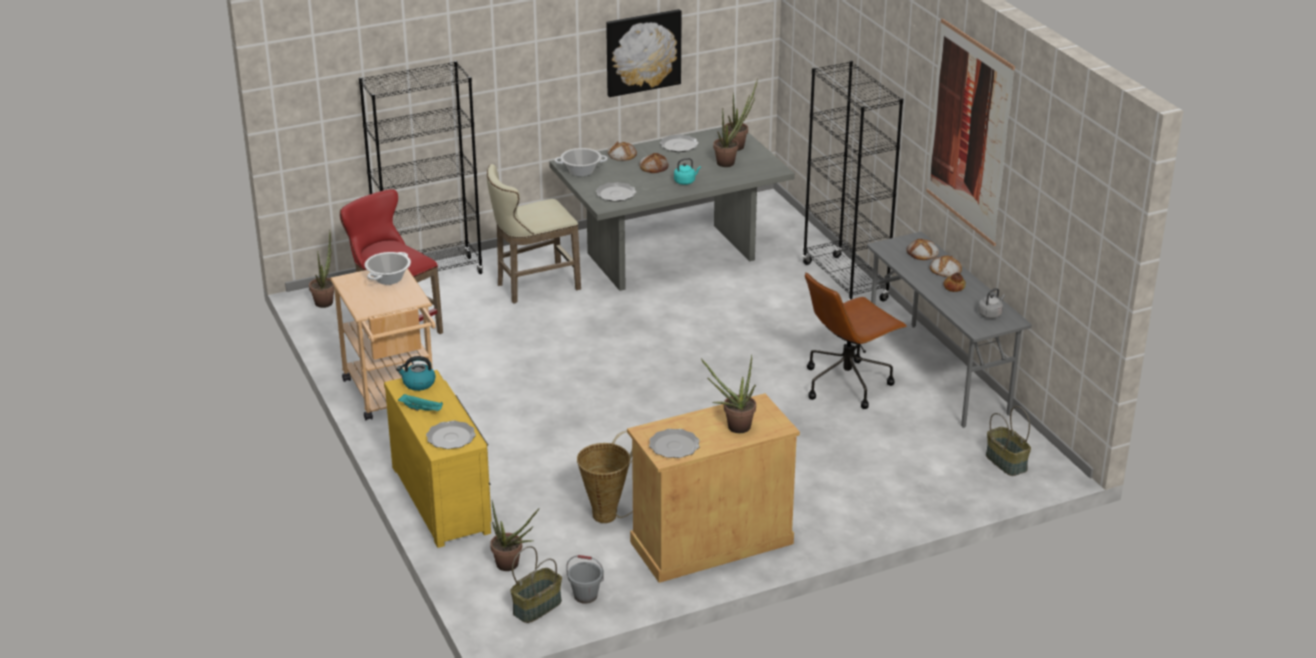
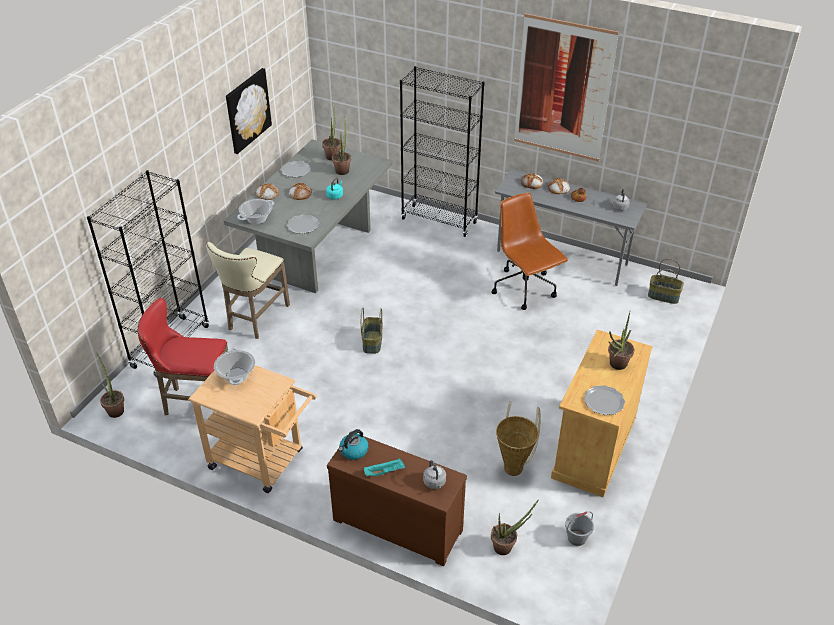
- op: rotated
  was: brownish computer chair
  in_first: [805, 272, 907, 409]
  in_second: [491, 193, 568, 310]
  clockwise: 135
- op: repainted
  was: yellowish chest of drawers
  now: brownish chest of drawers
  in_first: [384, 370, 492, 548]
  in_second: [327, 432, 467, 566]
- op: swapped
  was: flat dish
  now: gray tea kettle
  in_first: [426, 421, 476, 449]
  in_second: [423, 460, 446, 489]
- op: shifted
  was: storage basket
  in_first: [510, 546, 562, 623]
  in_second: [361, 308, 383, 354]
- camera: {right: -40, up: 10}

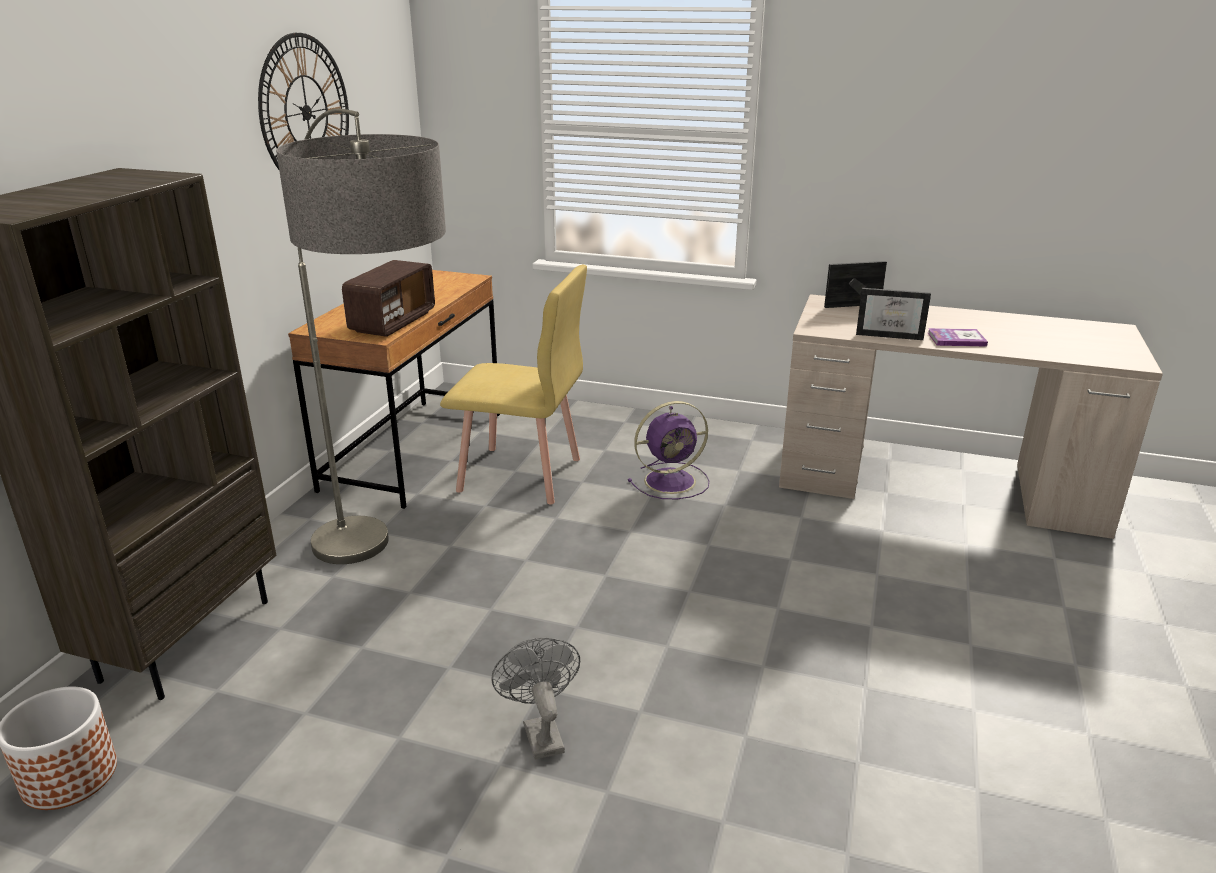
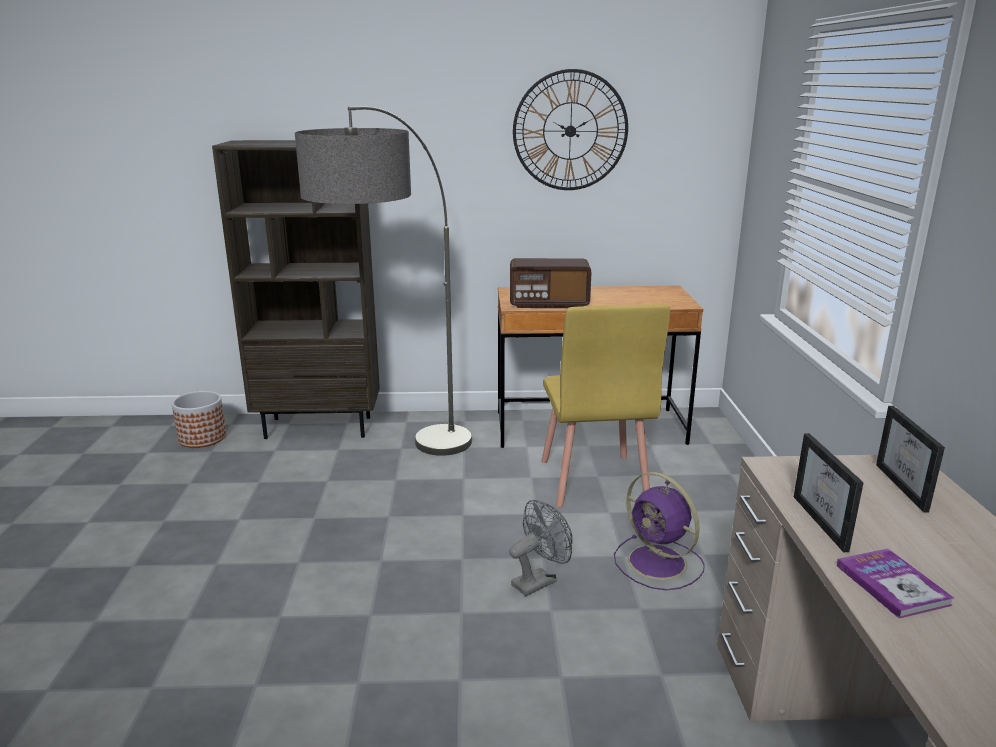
- op: rotated
  was: standing frame
  in_first: [824, 261, 887, 308]
  in_second: [876, 406, 945, 513]
  clockwise: -150
- op: shifted
  was: gray fan
  in_first: [491, 638, 580, 760]
  in_second: [509, 500, 573, 596]
- camera: {right: 70, up: -5}

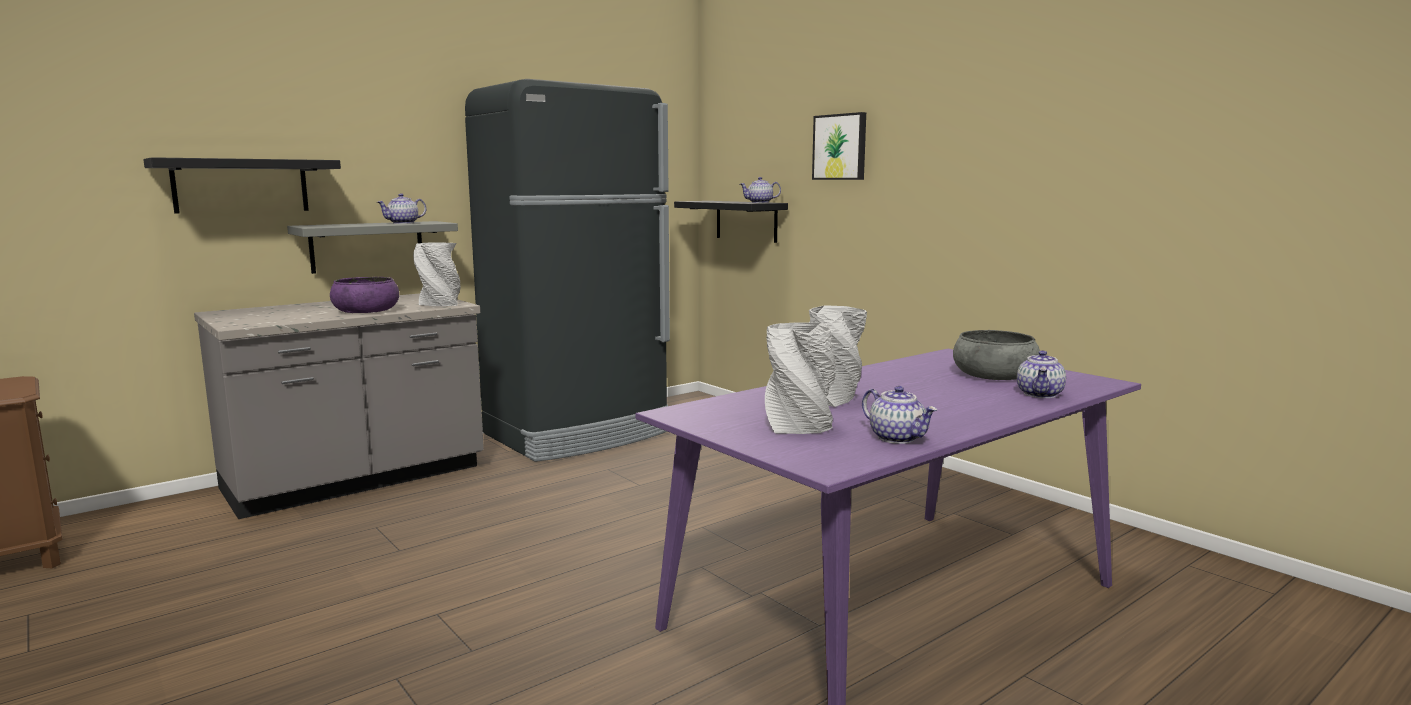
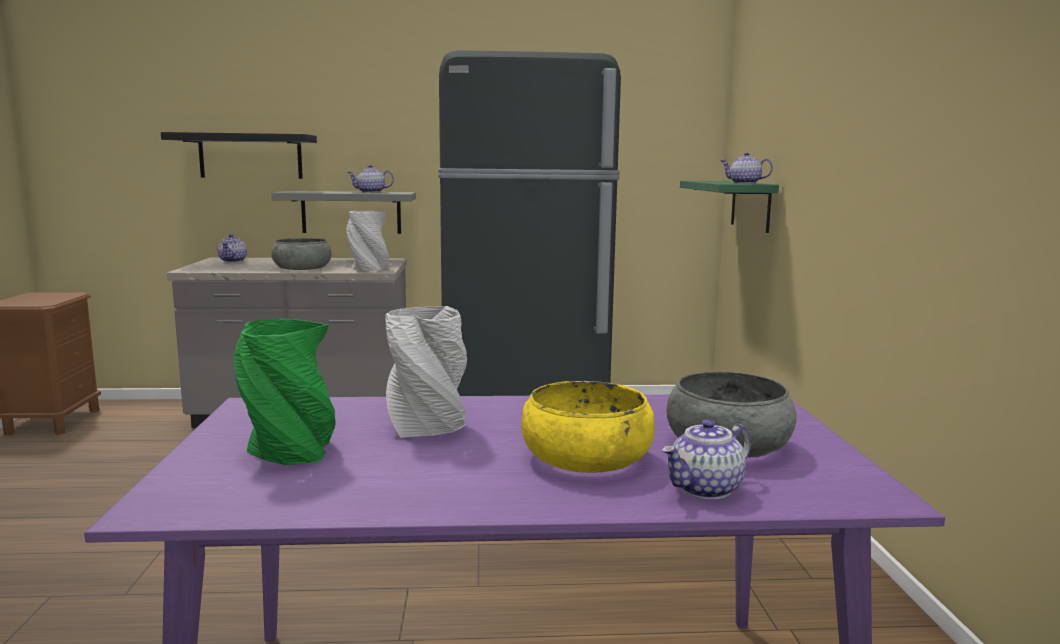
- op: gone
  was: wall art
  in_first: [812, 112, 866, 180]
- op: repainted
  was: black-coloured wall shelf
  now: green-coloured wall shelf
  in_first: [674, 201, 788, 243]
  in_second: [680, 181, 779, 233]
- op: repainted
  was: purple deep dish
  now: gray deep dish
  in_first: [330, 277, 399, 313]
  in_second: [271, 238, 332, 270]
- op: repainted
  was: gray vase
  now: green-coloured vase
  in_first: [765, 323, 836, 434]
  in_second: [233, 319, 336, 465]
- op: shifted
  was: pot for tea
  in_first: [862, 386, 937, 444]
  in_second: [218, 234, 247, 262]
- op: new
  now: yellowish deep dish
  in_second: [521, 381, 655, 473]
- camera: {right: 35, up: 0}

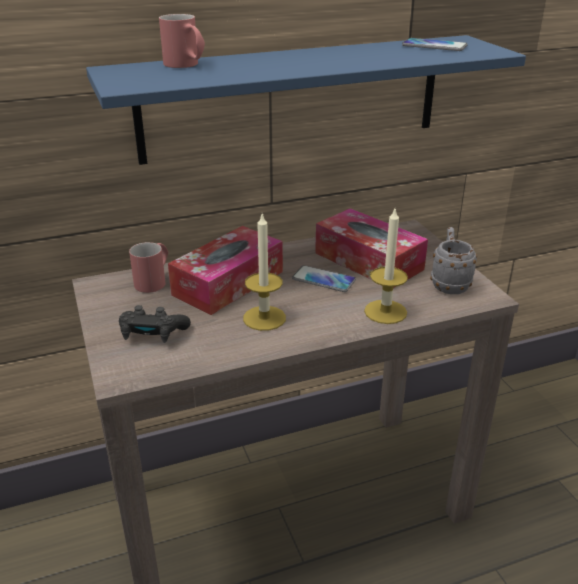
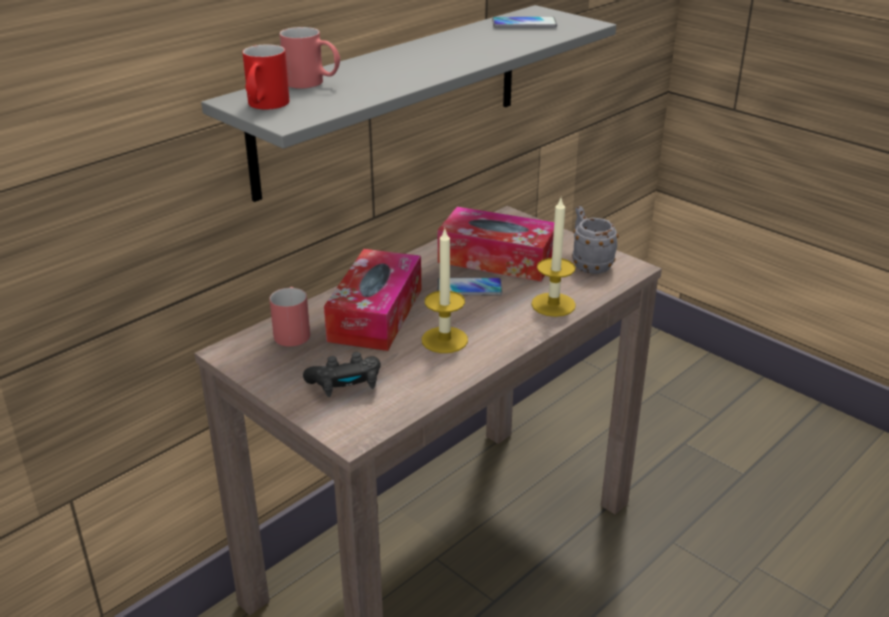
- op: repainted
  was: blue-coloured wall shelf
  now: gray wall shelf
  in_first: [86, 35, 526, 165]
  in_second: [201, 5, 616, 202]
- op: new
  now: red-coloured mug
  in_second: [243, 44, 290, 109]
- camera: {right: -25, up: 0}

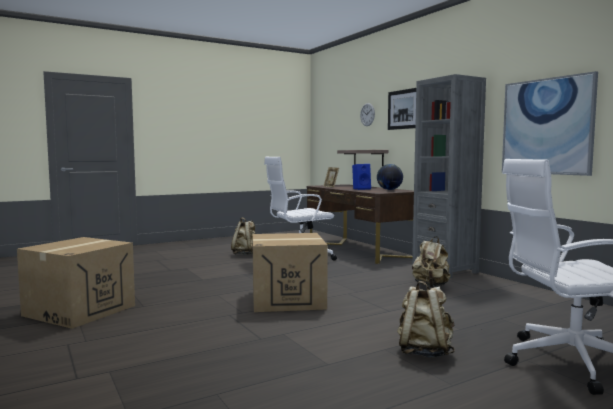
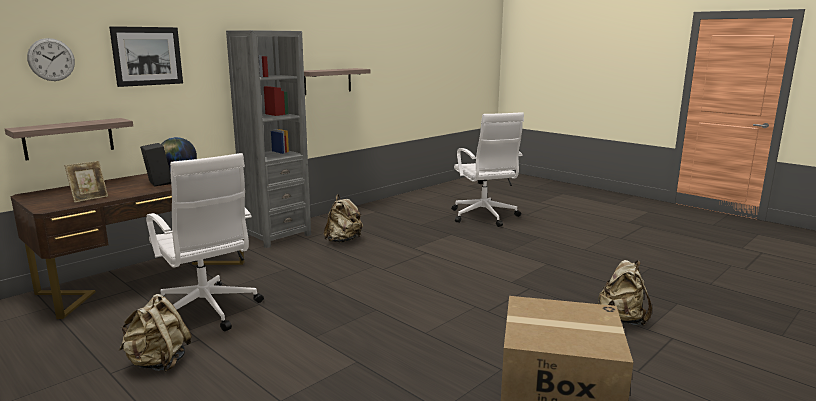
- op: swapped
  was: wall art
  now: wall shelf
  in_first: [502, 71, 598, 176]
  in_second: [304, 68, 370, 95]
- op: repainted
  was: blue-coloured loudspeaker
  now: black-coloured loudspeaker
  in_first: [352, 164, 371, 190]
  in_second: [140, 143, 171, 186]
- op: gone
  was: packing box
  in_first: [253, 233, 328, 312]
- op: shifted
  was: beige-coloured knapsack
  in_first: [397, 281, 455, 357]
  in_second: [598, 260, 652, 326]
- camera: {right: -105, up: 10}

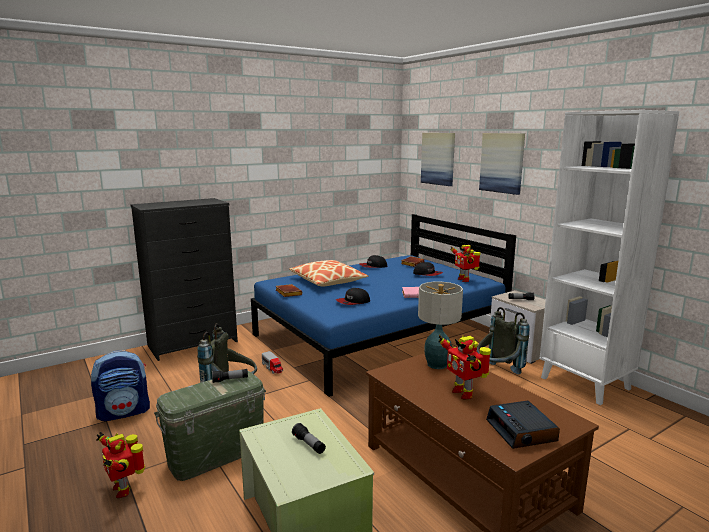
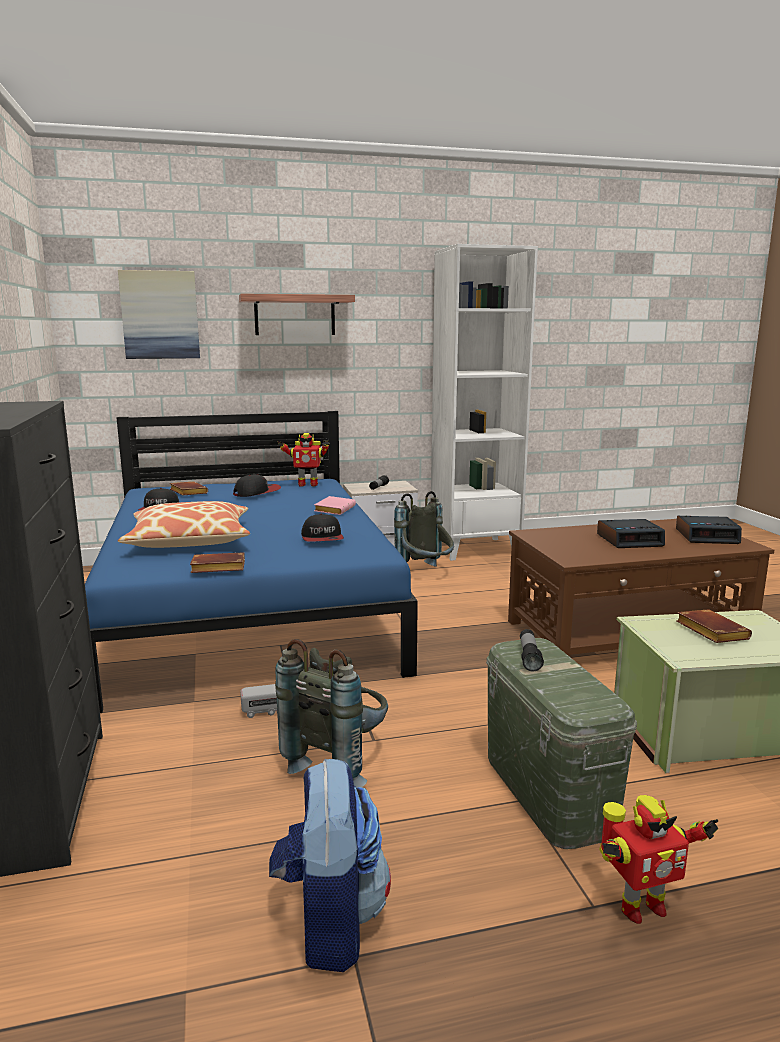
- op: swapped
  was: wall art
  now: wall shelf
  in_first: [479, 133, 525, 195]
  in_second: [239, 293, 355, 335]
- op: gone
  was: table lamp
  in_first: [418, 281, 463, 369]
- op: swapped
  was: robot figure
  now: alarm clock
  in_first: [438, 335, 491, 400]
  in_second: [597, 519, 665, 548]
- op: swapped
  was: hand torch
  now: brownish bound book
  in_first: [292, 423, 326, 454]
  in_second: [676, 609, 752, 643]
- camera: {right: -70, up: 0}

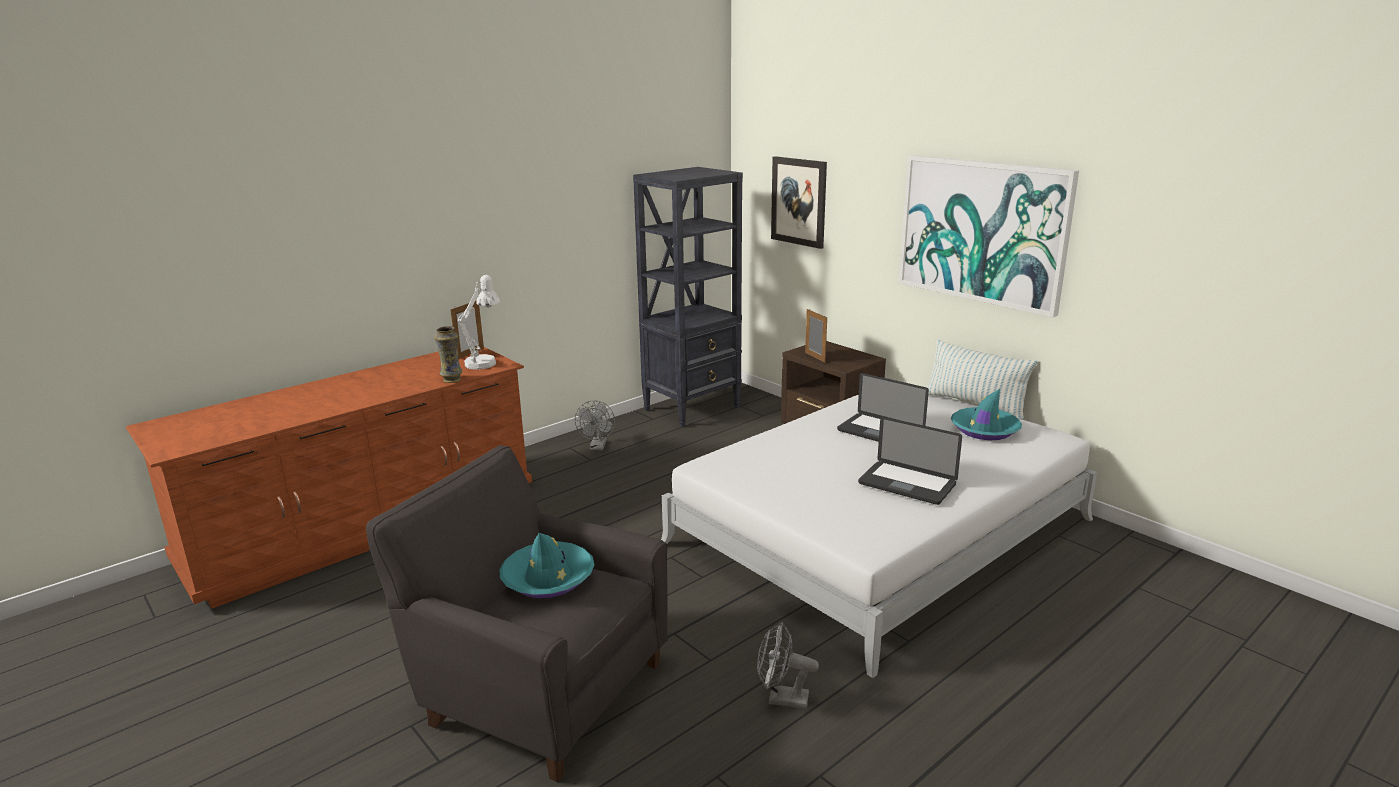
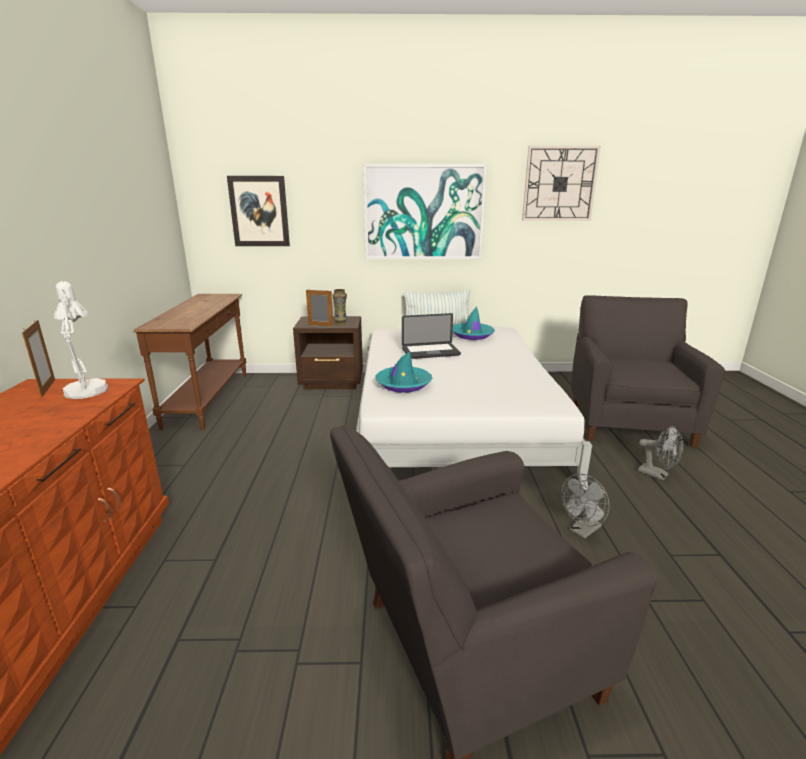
- op: swapped
  was: black-coloured bookcase
  now: brownish narrow table
  in_first: [633, 167, 743, 427]
  in_second: [133, 294, 246, 430]
- op: shifted
  was: vase
  in_first: [434, 326, 463, 383]
  in_second: [332, 289, 347, 325]
- op: shifted
  was: gray fan
  in_first: [575, 400, 615, 450]
  in_second: [638, 426, 684, 480]
- op: gone
  was: portable computer
  in_first: [858, 417, 962, 505]
- op: shifted
  was: turquoise wearable hat
  in_first: [499, 533, 595, 598]
  in_second: [375, 352, 432, 393]
- op: new
  now: clock on the wall
  in_second: [522, 146, 601, 221]
- op: new
  now: gray easy chair
  in_second: [571, 295, 726, 448]
- camera: {right: -50, up: 0}

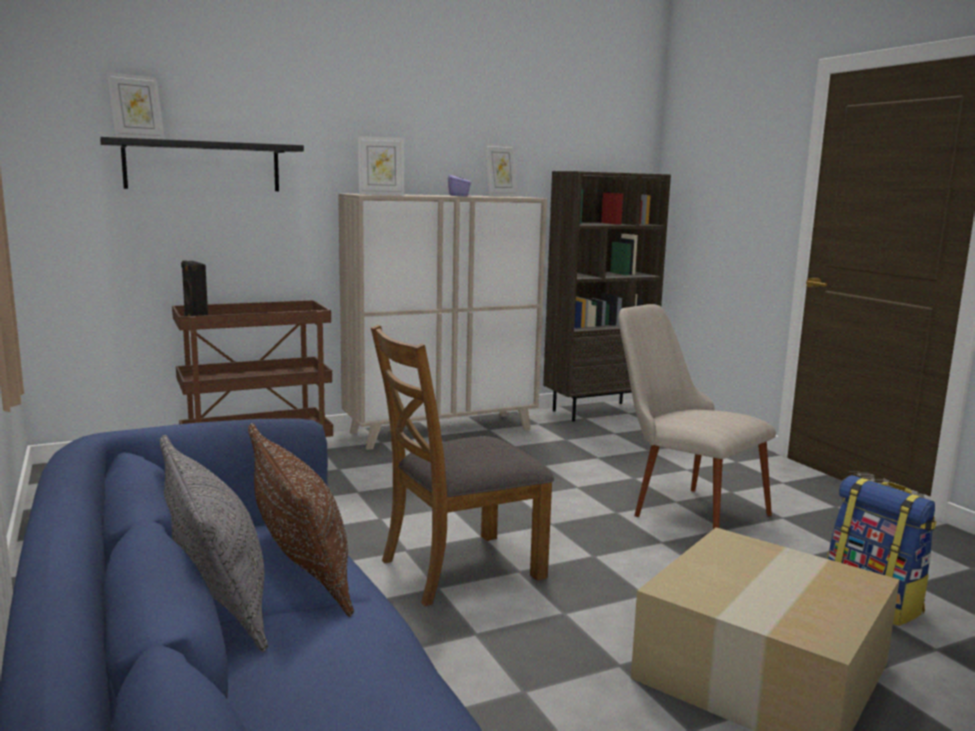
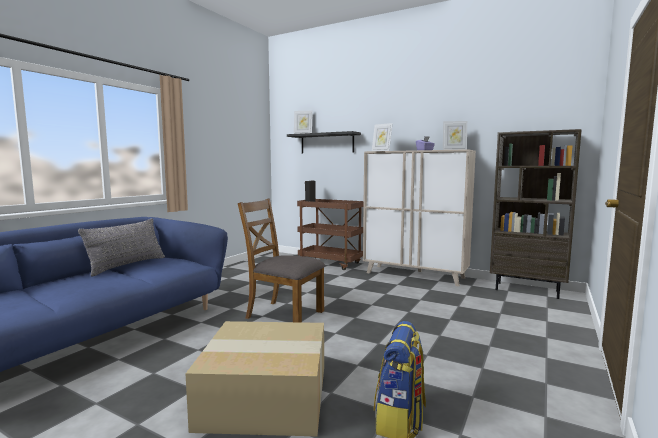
- op: gone
  was: beige-coloured plain chair
  in_first: [619, 304, 776, 529]
- op: gone
  was: brownish pillow
  in_first: [248, 423, 354, 617]
- camera: {right: 55, up: -5}

